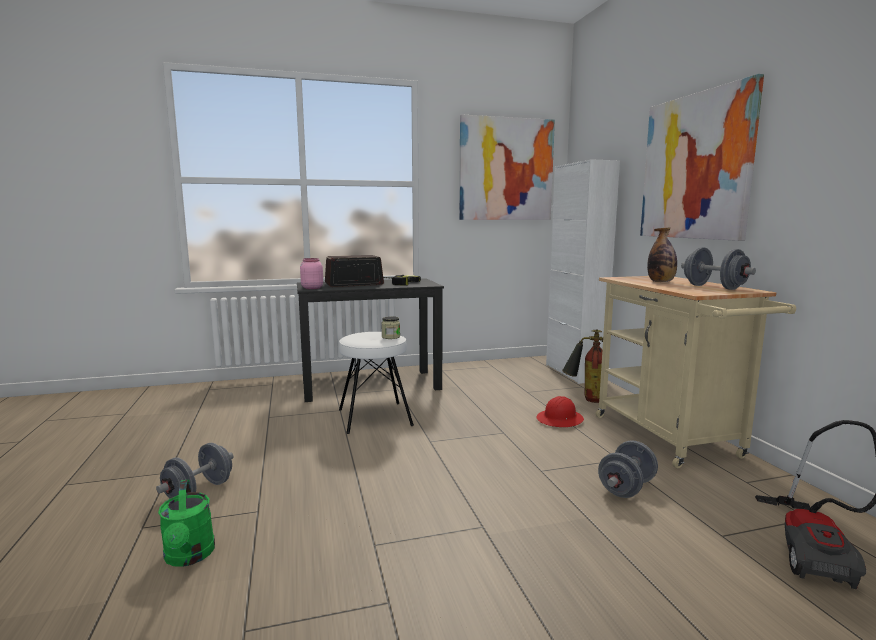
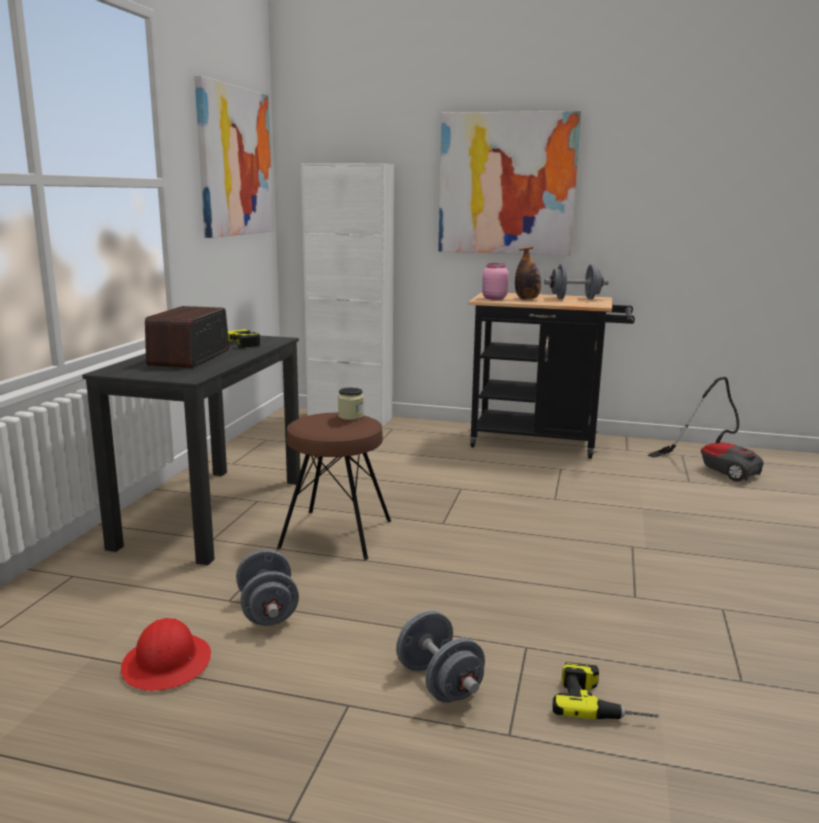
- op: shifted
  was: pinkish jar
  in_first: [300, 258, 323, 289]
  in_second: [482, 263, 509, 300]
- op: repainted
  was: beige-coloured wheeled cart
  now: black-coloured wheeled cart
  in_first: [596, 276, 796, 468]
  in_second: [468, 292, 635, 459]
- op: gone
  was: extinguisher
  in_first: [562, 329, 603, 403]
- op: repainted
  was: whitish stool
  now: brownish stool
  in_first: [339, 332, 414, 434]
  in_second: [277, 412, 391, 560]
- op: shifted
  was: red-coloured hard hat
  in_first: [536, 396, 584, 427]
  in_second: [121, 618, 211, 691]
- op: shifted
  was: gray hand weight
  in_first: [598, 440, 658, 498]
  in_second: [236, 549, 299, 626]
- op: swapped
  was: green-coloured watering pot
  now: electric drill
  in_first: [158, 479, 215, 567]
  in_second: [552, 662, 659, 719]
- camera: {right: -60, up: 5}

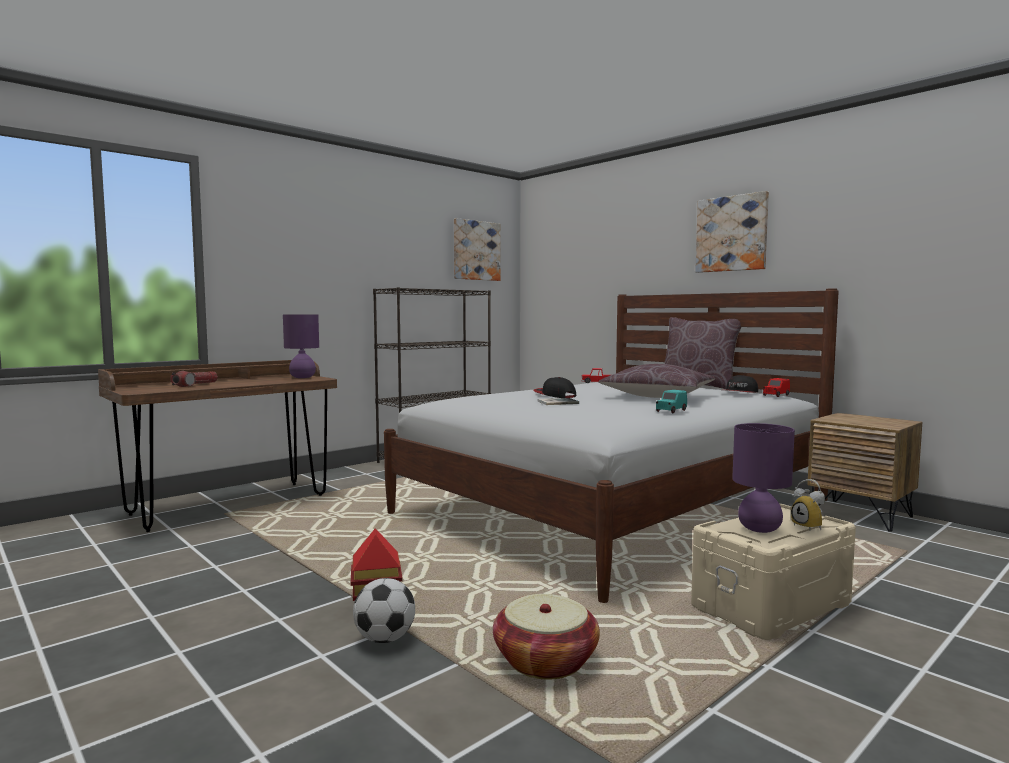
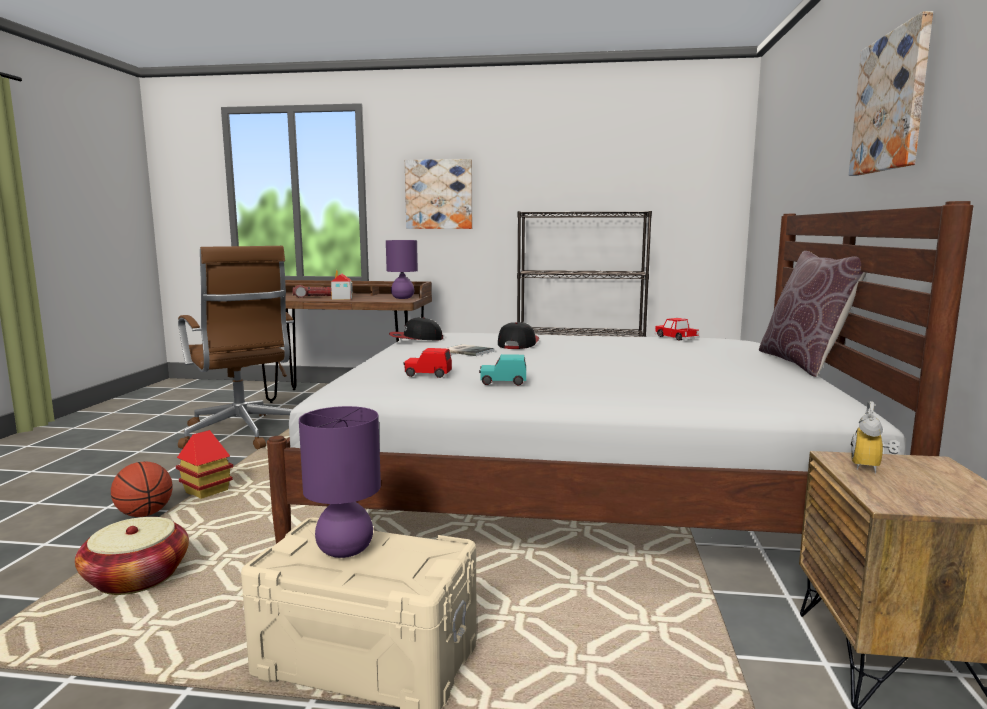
- op: shifted
  was: wall art
  in_first: [454, 218, 501, 281]
  in_second: [405, 159, 472, 229]
- op: gone
  was: brownish pillow
  in_first: [598, 364, 715, 398]
- op: shifted
  was: baseball cap
  in_first: [726, 375, 758, 393]
  in_second: [389, 317, 443, 340]
- op: shifted
  was: red-coloured miniature car
  in_first: [763, 378, 790, 397]
  in_second: [403, 348, 452, 378]
- op: shifted
  was: alarm clock
  in_first: [791, 479, 825, 530]
  in_second: [851, 401, 899, 474]
- op: swapped
  was: football
  now: basketball ball
  in_first: [353, 578, 415, 643]
  in_second: [111, 461, 173, 517]
- op: new
  now: brownish computer chair
  in_second: [178, 246, 294, 450]
- op: new
  now: miniature house
  in_second: [331, 270, 353, 300]
- camera: {right: 50, up: 5}

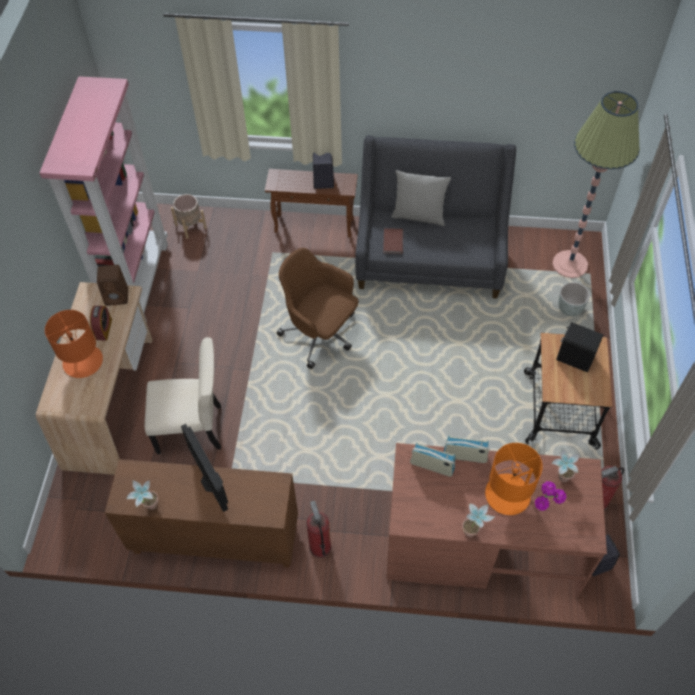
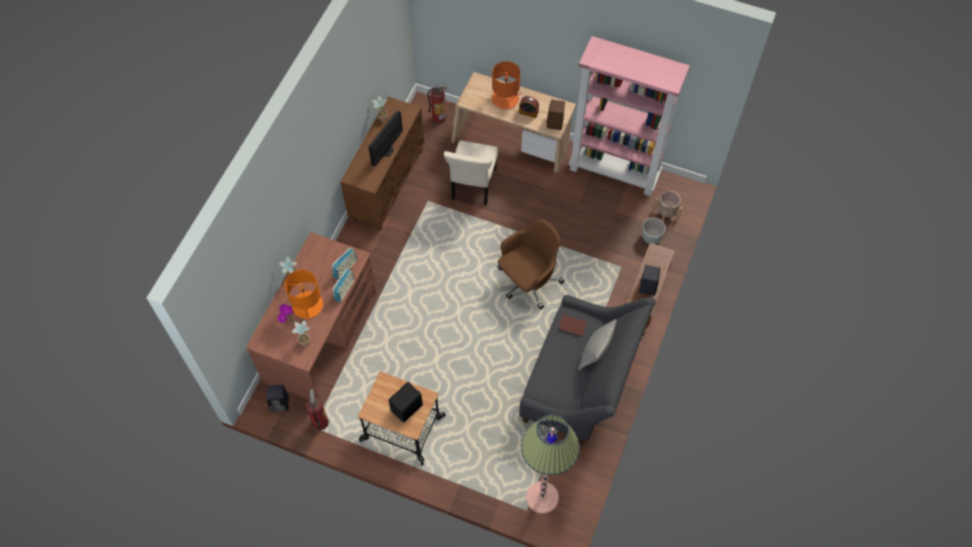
- op: shifted
  was: gray planter
  in_first: [558, 282, 590, 316]
  in_second: [642, 218, 666, 244]
- op: rotated
  was: computer display
  in_first: [181, 424, 228, 512]
  in_second: [369, 111, 403, 167]
  clockwise: 135
- op: shifted
  was: extinguisher
  in_first: [306, 501, 331, 558]
  in_second: [428, 84, 447, 124]
- camera: {right: 105, up: 5}

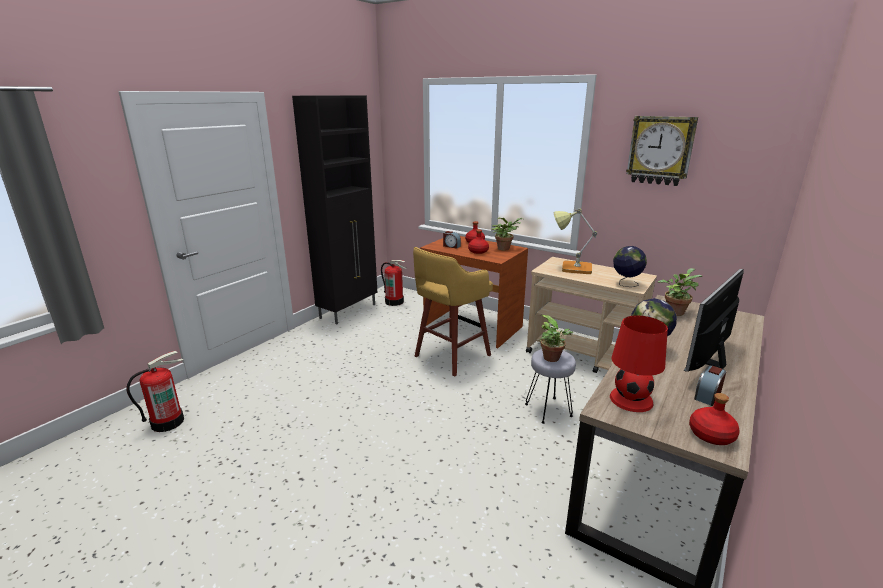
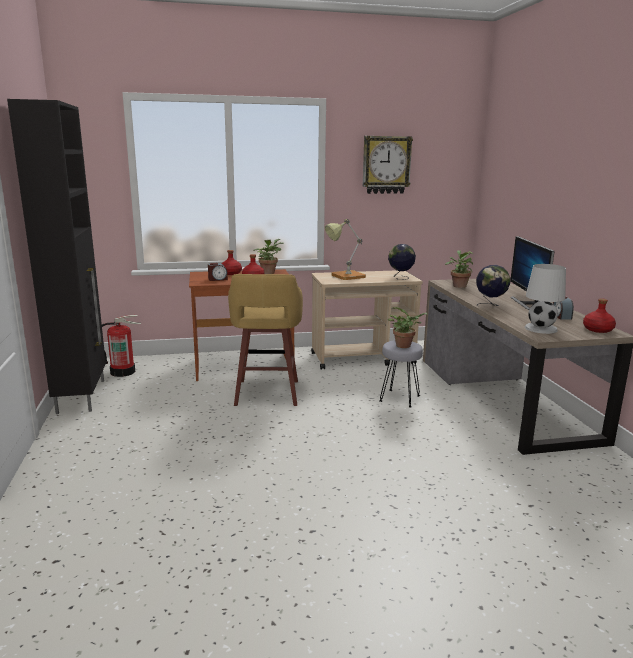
- op: repainted
  was: red-coloured table lamp
  now: whitish table lamp
  in_first: [610, 316, 668, 412]
  in_second: [525, 264, 566, 334]
- op: gone
  was: extinguisher
  in_first: [127, 351, 184, 432]
- camera: {right: -45, up: -5}

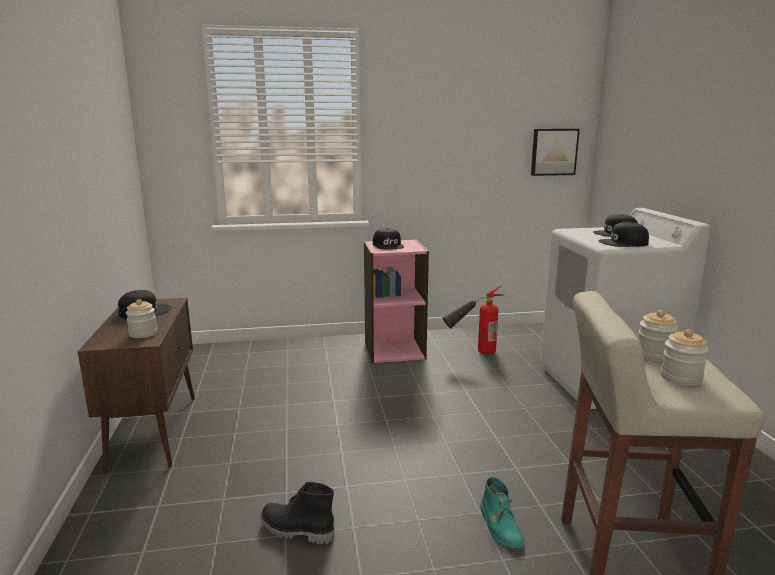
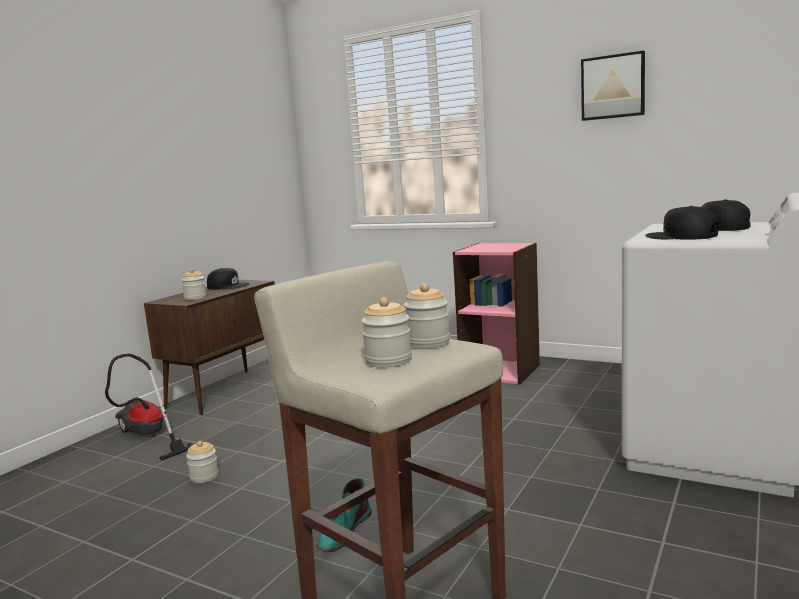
- op: shifted
  was: wall art
  in_first: [531, 129, 580, 176]
  in_second: [581, 51, 645, 121]
- op: gone
  was: black-coloured baseball cap
  in_first: [373, 228, 405, 249]
- op: gone
  was: extinguisher
  in_first: [443, 286, 504, 354]
- op: swapped
  was: black-coloured high-top boot
  now: jar
  in_first: [261, 482, 334, 544]
  in_second: [186, 441, 219, 483]
- op: new
  now: hoover
  in_second: [105, 354, 196, 461]
- camera: {right: 40, up: -5}

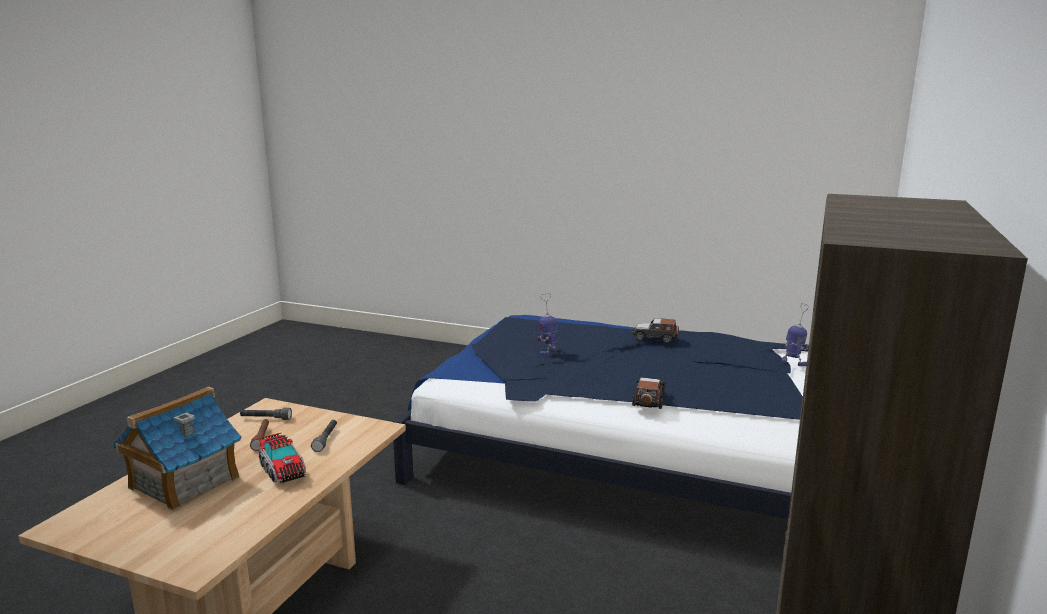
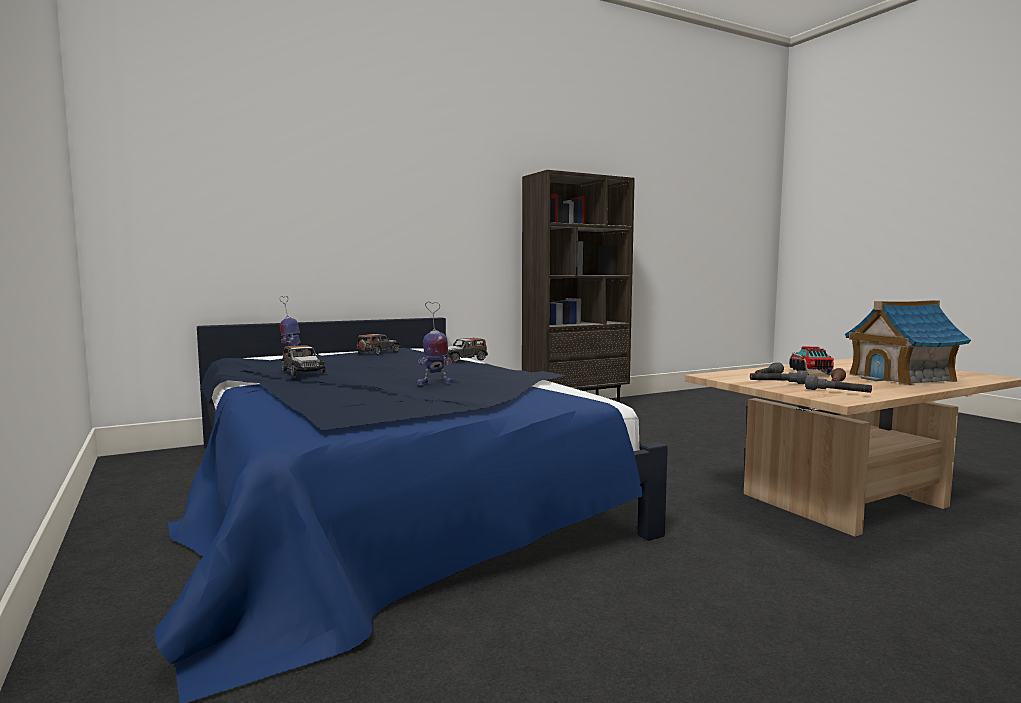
- op: new
  now: miniature car
  in_second: [356, 334, 400, 355]
- op: new
  now: gray hand torch
  in_second: [750, 370, 809, 384]
- camera: {right: -140, up: -10}

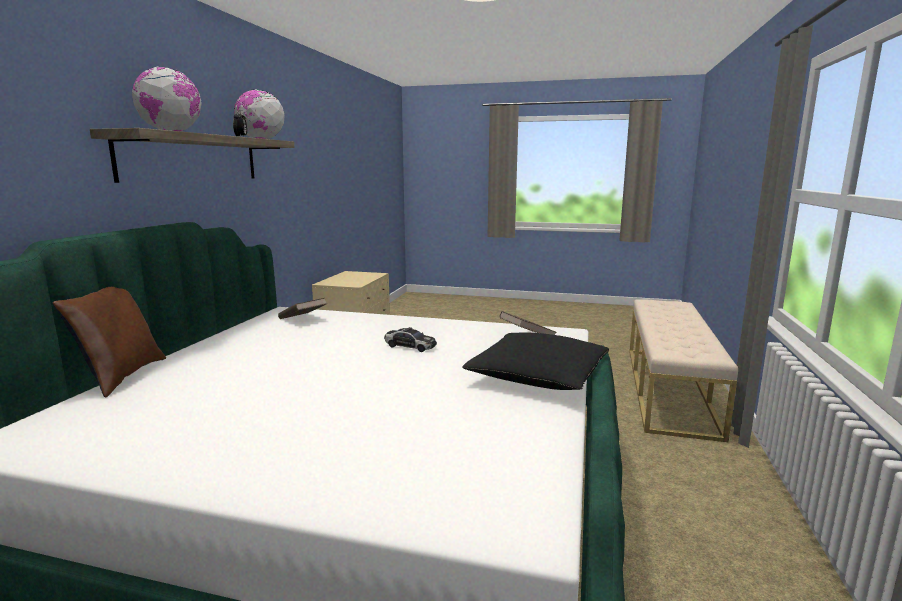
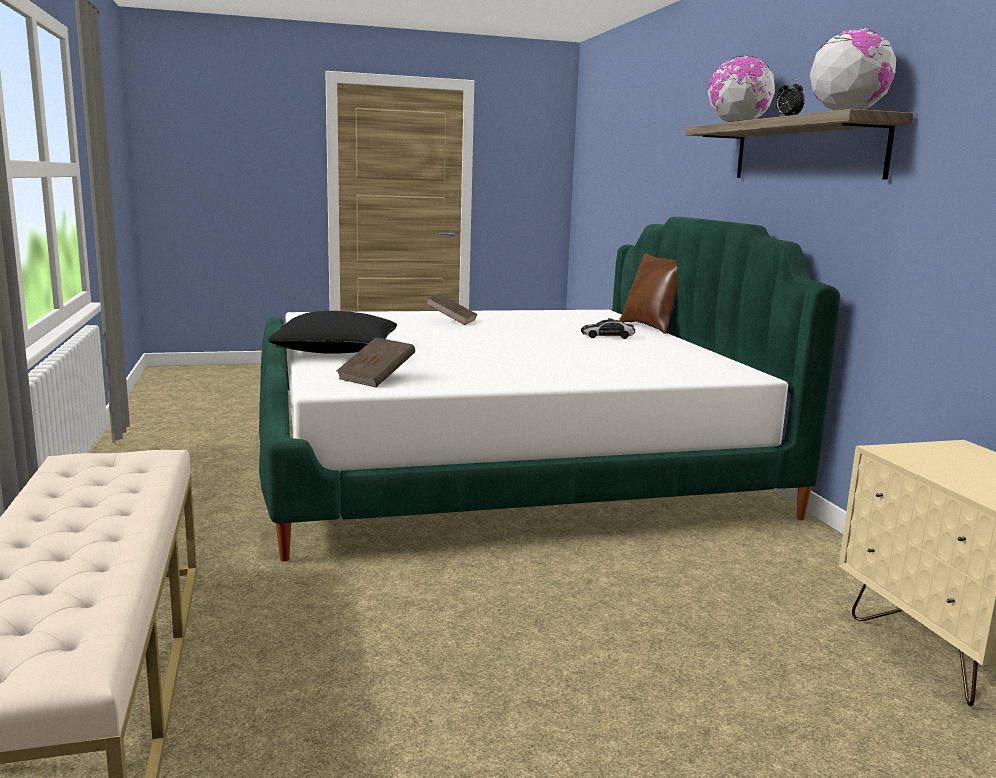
- op: shifted
  was: brownish bound book
  in_first: [278, 298, 326, 319]
  in_second: [426, 294, 477, 325]
- op: shifted
  was: miniature car
  in_first: [384, 327, 437, 352]
  in_second: [581, 318, 635, 339]
- camera: {right: 150, up: 0}

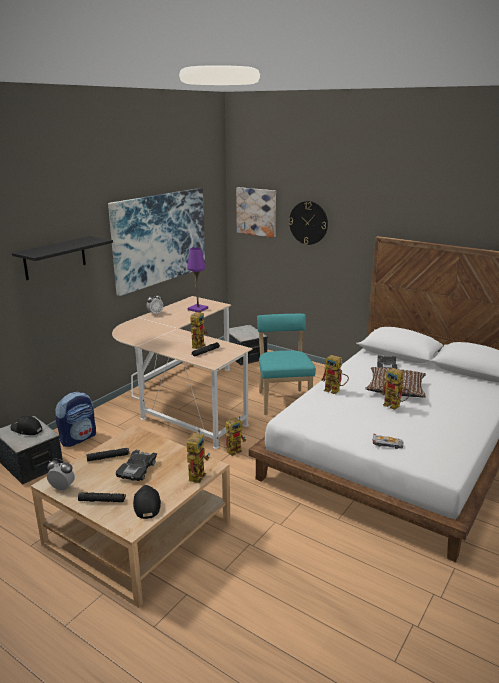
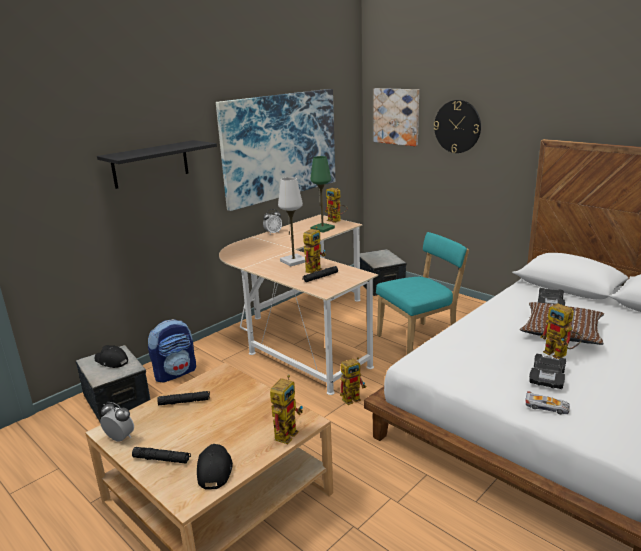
- op: repainted
  was: purple table lamp
  now: green-coloured table lamp
  in_first: [188, 247, 208, 312]
  in_second: [310, 156, 335, 233]
- op: rotated
  was: turquoise plain chair
  in_first: [257, 314, 316, 415]
  in_second: [376, 232, 469, 355]
  clockwise: 60
- op: shifted
  was: robot figure
  in_first: [321, 355, 349, 394]
  in_second: [325, 188, 348, 223]
- op: shifted
  was: black-coloured miniature car
  in_first: [115, 450, 157, 481]
  in_second: [529, 353, 566, 389]
- op: new
  now: whitish table lamp
  in_second: [278, 177, 305, 267]
- camera: {right: 10, up: 0}

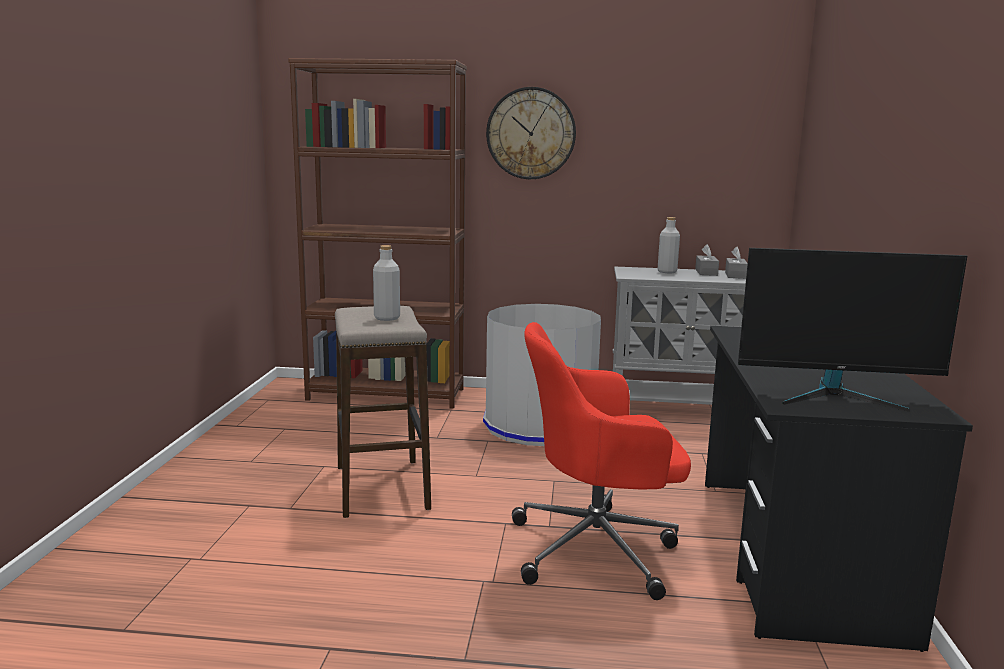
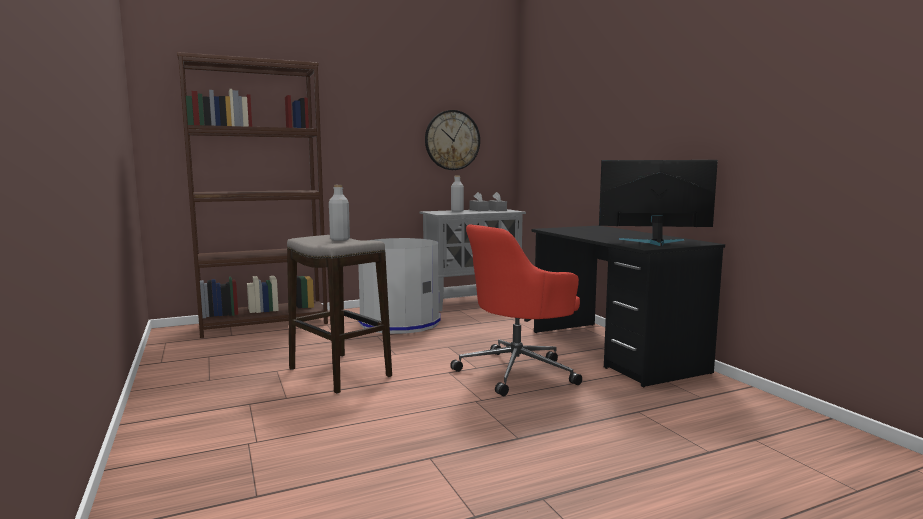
- op: shifted
  was: clock on the wall
  in_first: [486, 87, 576, 179]
  in_second: [425, 110, 480, 170]
- op: rotated
  was: computer display
  in_first: [738, 248, 967, 412]
  in_second: [599, 160, 718, 246]
  clockwise: -150
- camera: {right: -30, up: -5}

